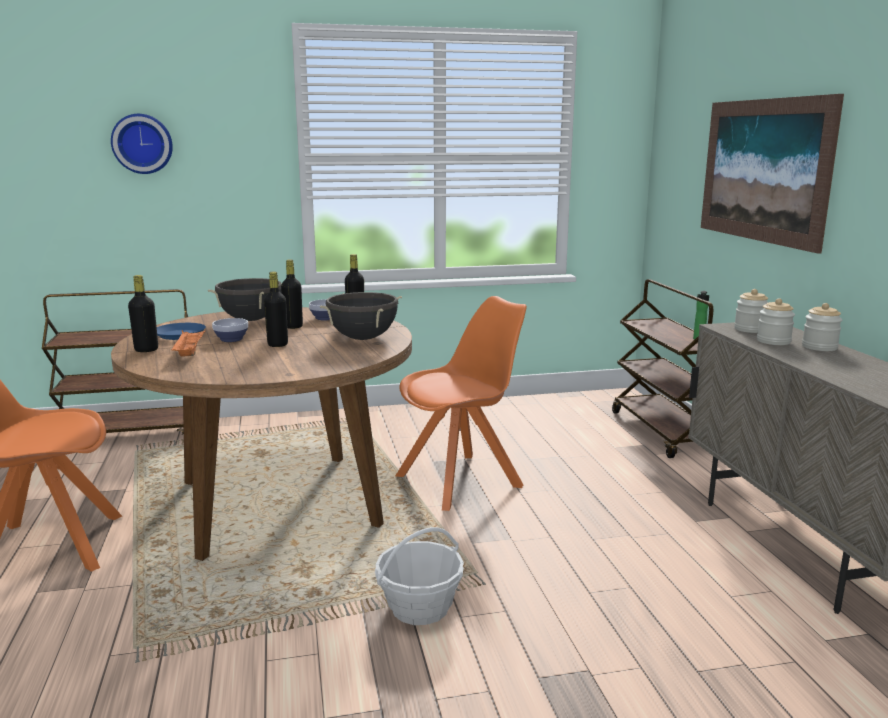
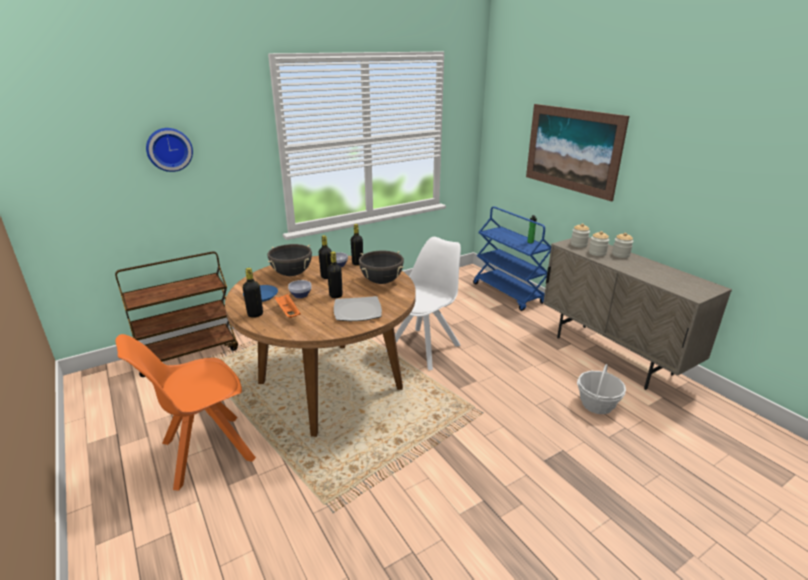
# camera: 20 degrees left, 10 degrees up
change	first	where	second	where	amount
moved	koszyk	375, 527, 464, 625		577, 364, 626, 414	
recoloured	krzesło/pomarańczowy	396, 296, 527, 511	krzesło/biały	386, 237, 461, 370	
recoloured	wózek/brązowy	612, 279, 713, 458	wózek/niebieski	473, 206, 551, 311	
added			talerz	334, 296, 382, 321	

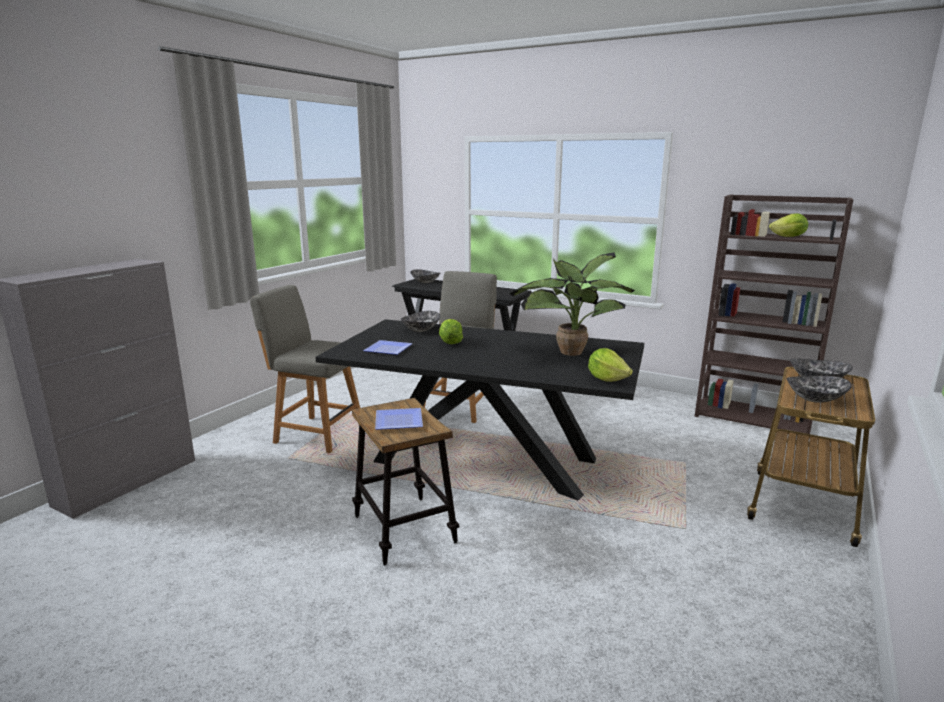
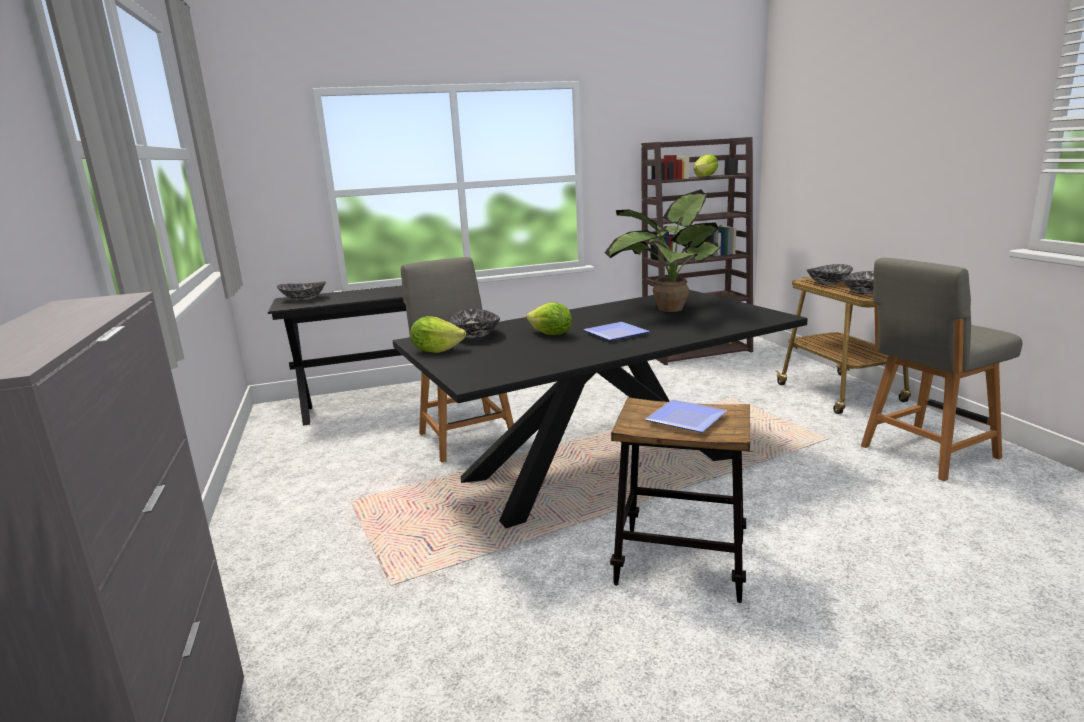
# camera: 45 degrees left, 0 degrees up
change	first	where	second	where	amount
moved	krzesło/szary	250, 285, 360, 453		861, 258, 1023, 481	
moved	talerz	363, 340, 412, 355		583, 322, 650, 340	
moved	sałata	588, 348, 633, 382		410, 316, 466, 353	

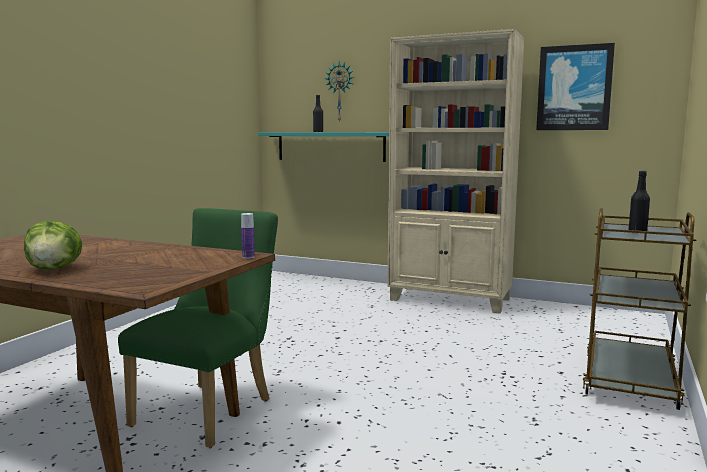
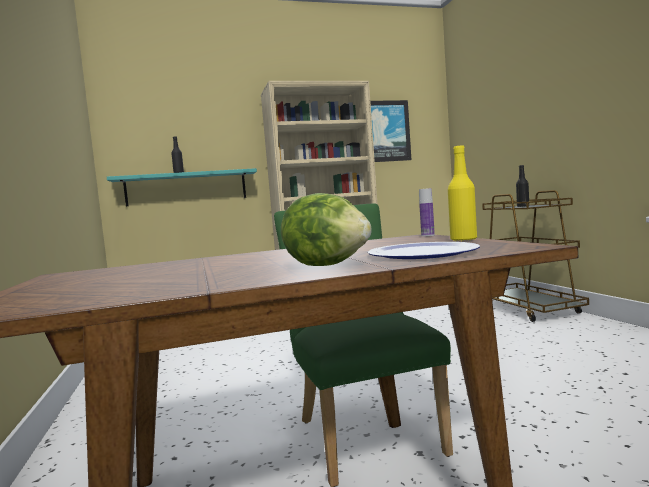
# camera: 40 degrees left, 5 degrees down
change	first	where	second	where	amount
removed	zegar ścienny	325, 61, 355, 122			
added			talerz	368, 242, 480, 259	
added			butelka/żółty	448, 145, 477, 241	

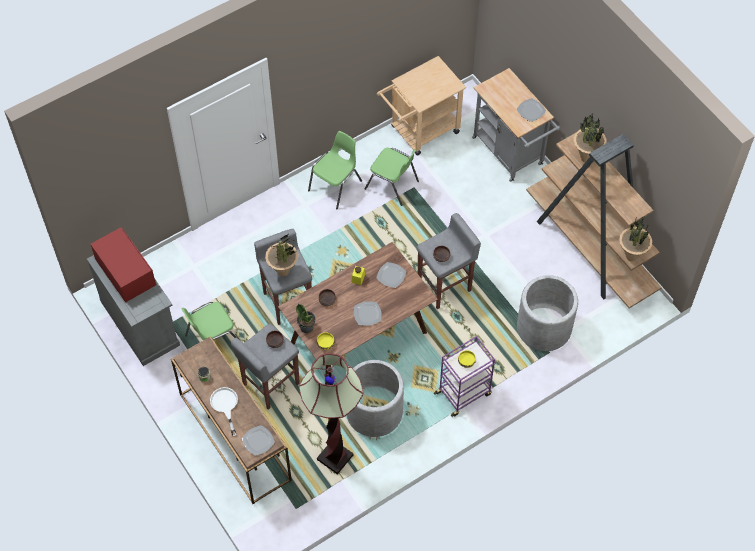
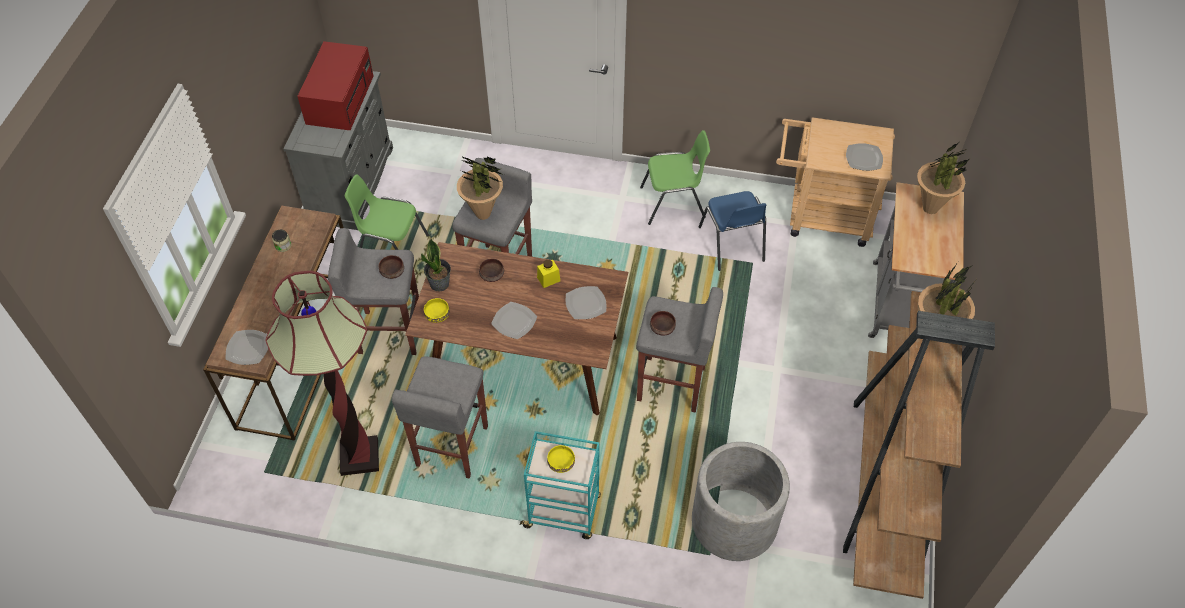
# camera: 45 degrees right, 5 degrees down
change	first	where	second	where	amount
removed	patelnia/biały	210, 387, 238, 436			
replaced	donica/szary	346, 360, 404, 437	stołek/szary	392, 356, 488, 478	
recoloured	krzesło/zielony	365, 148, 419, 206	krzesło/niebieski	699, 191, 767, 271	
recoloured	wózek/fioletowy	434, 336, 495, 417	wózek/turkusowy	520, 431, 601, 539	
moved	talerz	517, 98, 546, 122		846, 143, 883, 171	
moved	roślina doniczkowa	619, 216, 652, 261		917, 143, 971, 214	

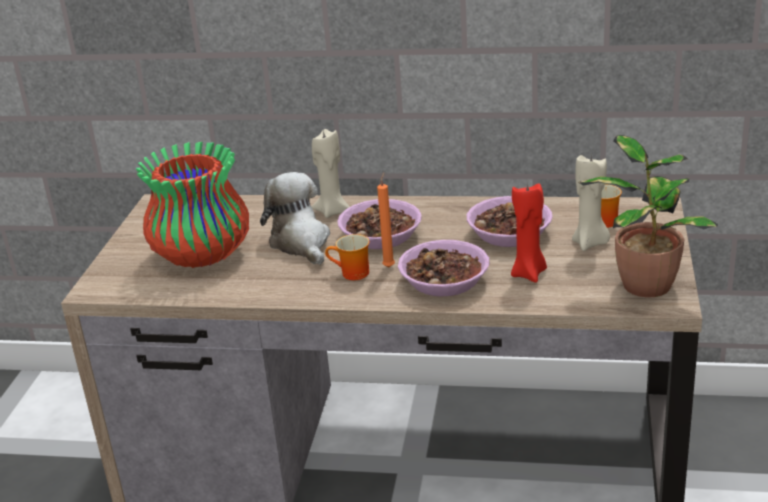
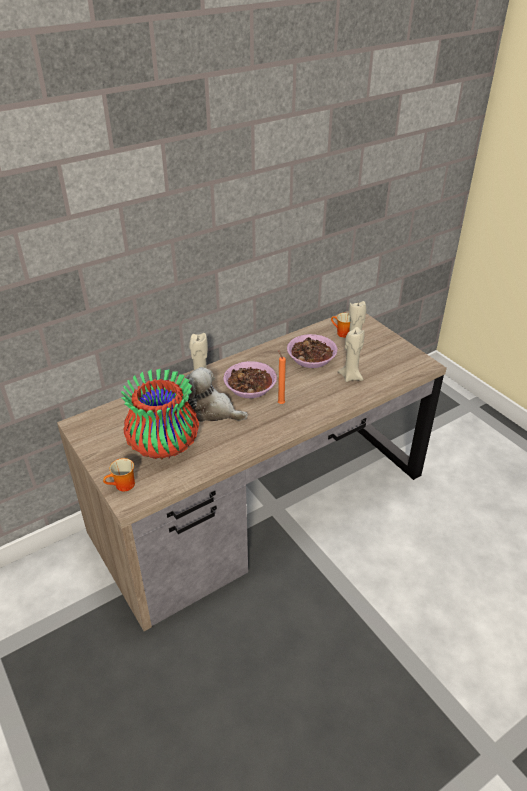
# camera: 45 degrees left, 10 degrees up
change	first	where	second	where	amount
moved	kubek	325, 234, 370, 280		103, 458, 135, 491	
removed	miska	398, 240, 490, 297			
recoloured	świeca/czerwony	511, 181, 547, 283	świeca/beżowy	338, 327, 365, 382	
removed	roślina doniczkowa	578, 135, 718, 298			

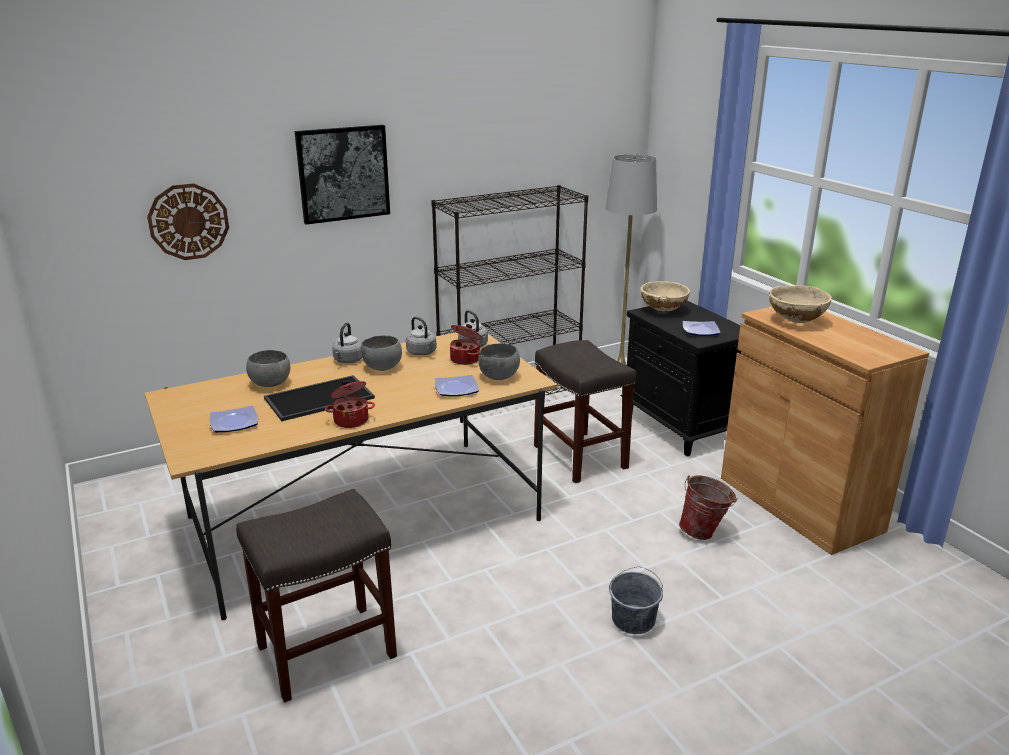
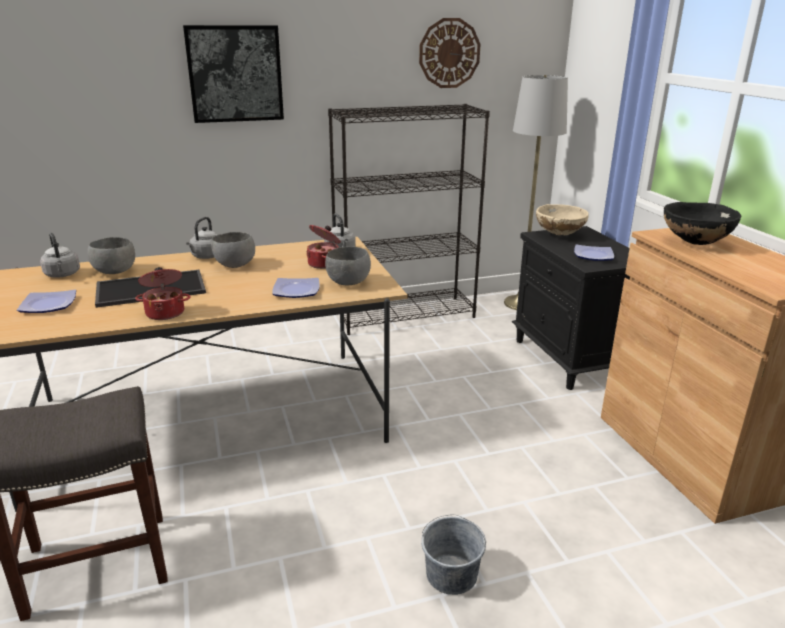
# camera: 10 degrees right, 0 degrees up
change	first	where	second	where	amount
moved	zegar ścienny	147, 183, 229, 260		419, 18, 481, 88	
moved	czajnik/szary	406, 317, 437, 356		40, 233, 80, 278	
removed	stołek/szary	534, 340, 636, 483			
removed	wiadro	679, 475, 737, 540			
recoloured	miska/beżowy	769, 286, 832, 323	miska/czarny	664, 202, 742, 245	

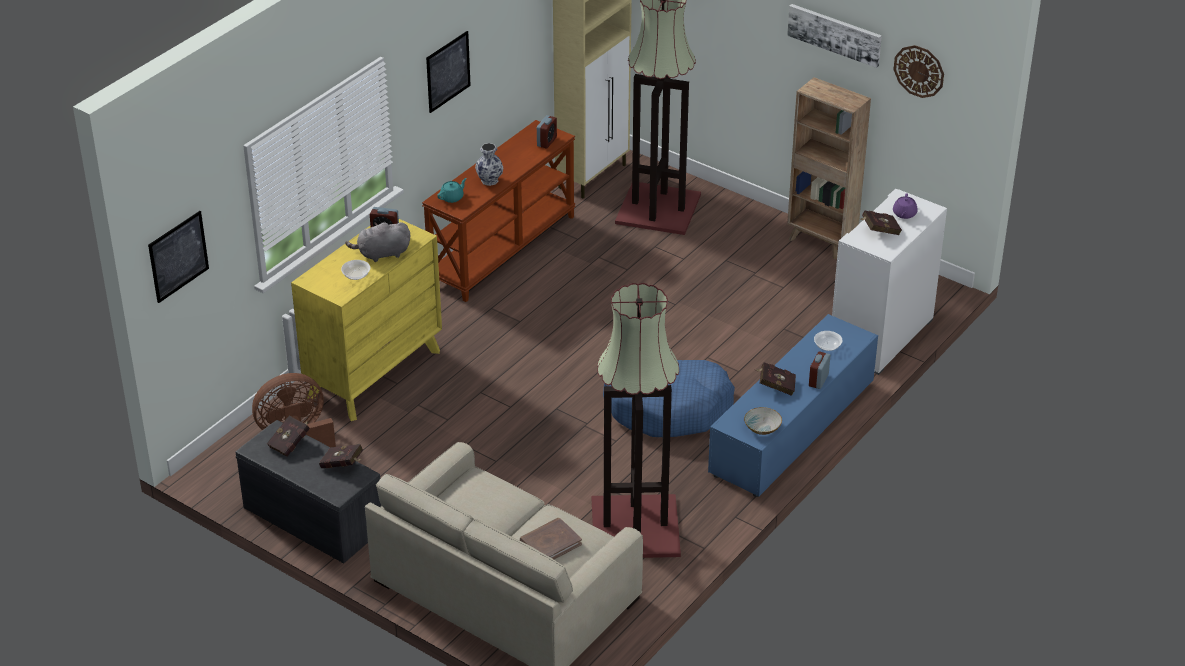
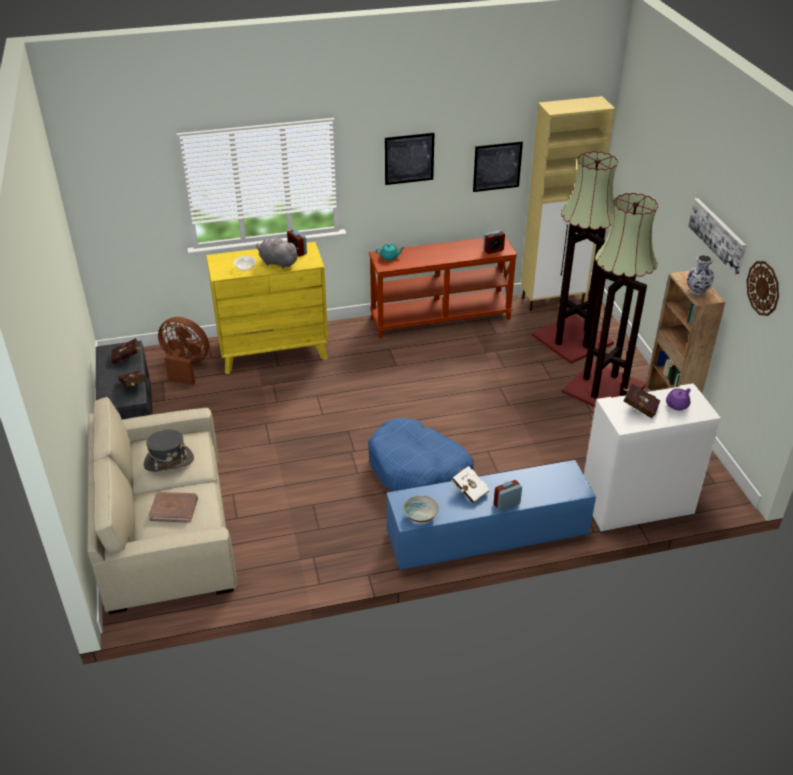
# camera: 40 degrees right, 0 degrees up
change	first	where	second	where	amount
moved	obraz	148, 211, 209, 303		473, 141, 523, 192	
moved	wazon	475, 143, 503, 186		687, 255, 713, 296	
moved	lampa stojąca	592, 283, 681, 558		562, 193, 658, 407	
recoloured	książka/czerwony	755, 362, 796, 396	książka/biały	452, 466, 490, 504	
removed	miska	814, 331, 843, 351			
added			kapelusz/szary	144, 430, 194, 472	

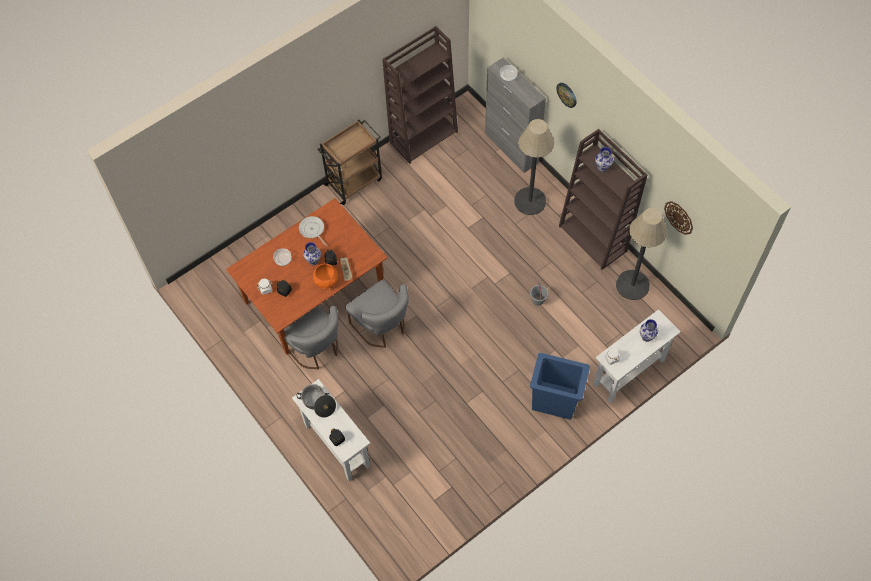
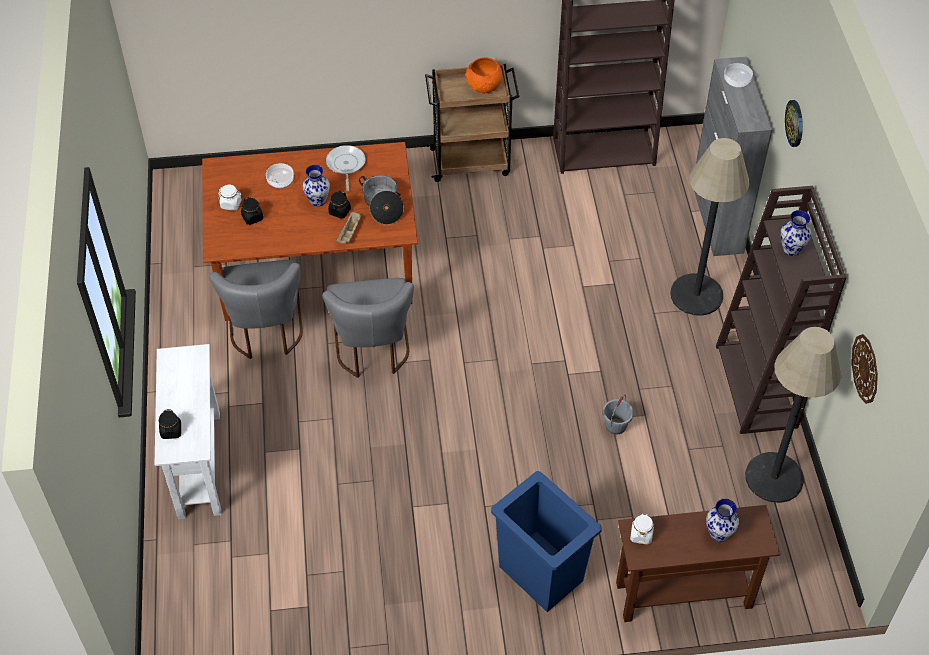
# camera: 30 degrees right, 10 degrees down
change	first	where	second	where	amount
moved	garnek	296, 384, 336, 418		359, 175, 404, 225	
moved	miska/pomarańczowy	313, 263, 338, 289		465, 57, 502, 93	
recoloured	stolik konsolowy/biały	593, 309, 681, 403	stolik konsolowy/brązowy	616, 505, 780, 622	

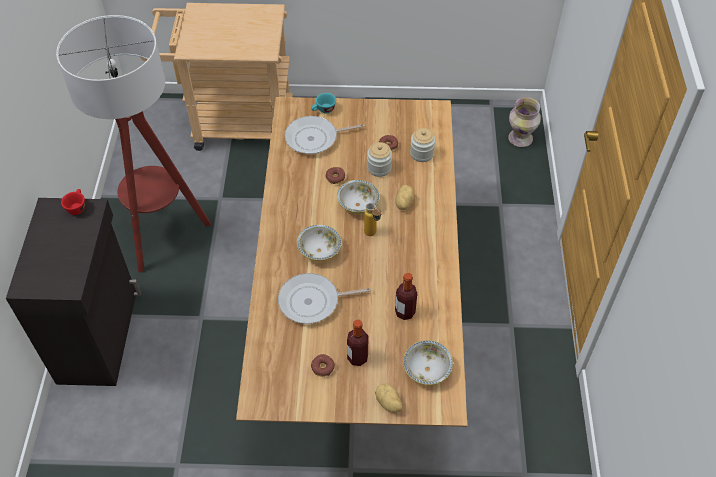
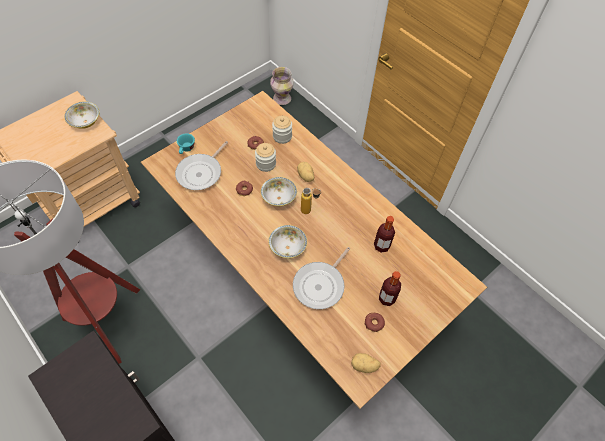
# camera: 45 degrees left, 5 degrees up
change	first	where	second	where	amount
removed	filiżanka/czerwony	61, 189, 85, 215			
moved	ziemniak	375, 384, 402, 413		351, 353, 380, 373	
moved	miska	403, 340, 453, 385		64, 101, 99, 129	

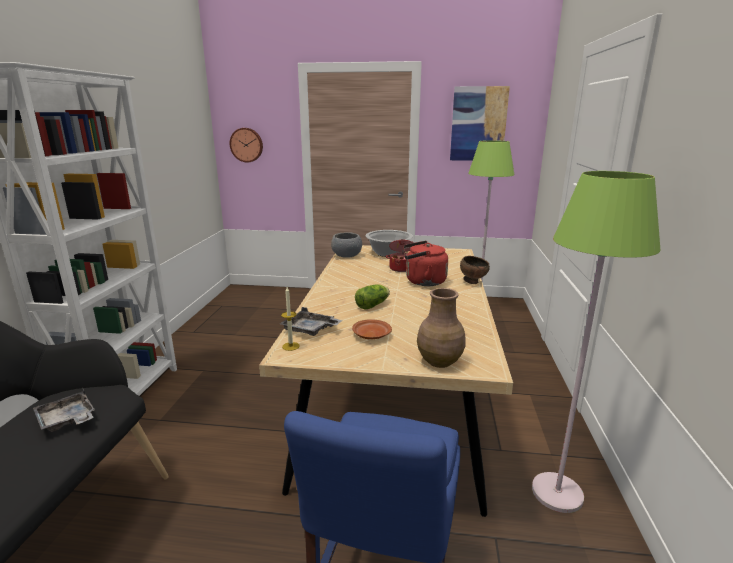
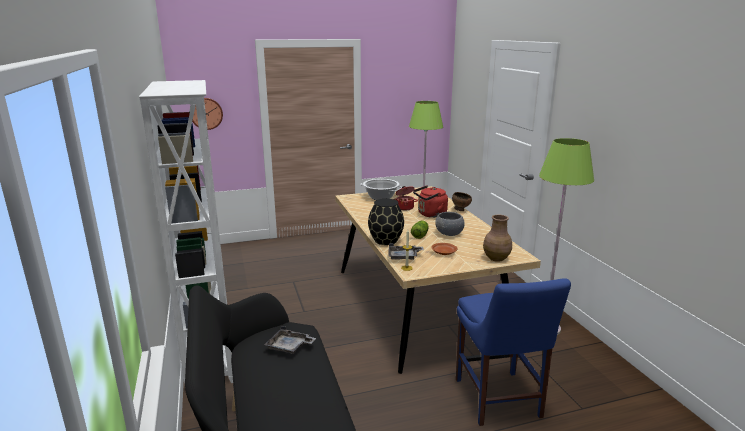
# camera: 25 degrees left, 0 degrees up
change	first	where	second	where	amount
moved	miska/szary	331, 233, 362, 258		435, 212, 465, 236	
removed	obraz	450, 86, 510, 161			
added			wazon/czarny	368, 199, 404, 245	

